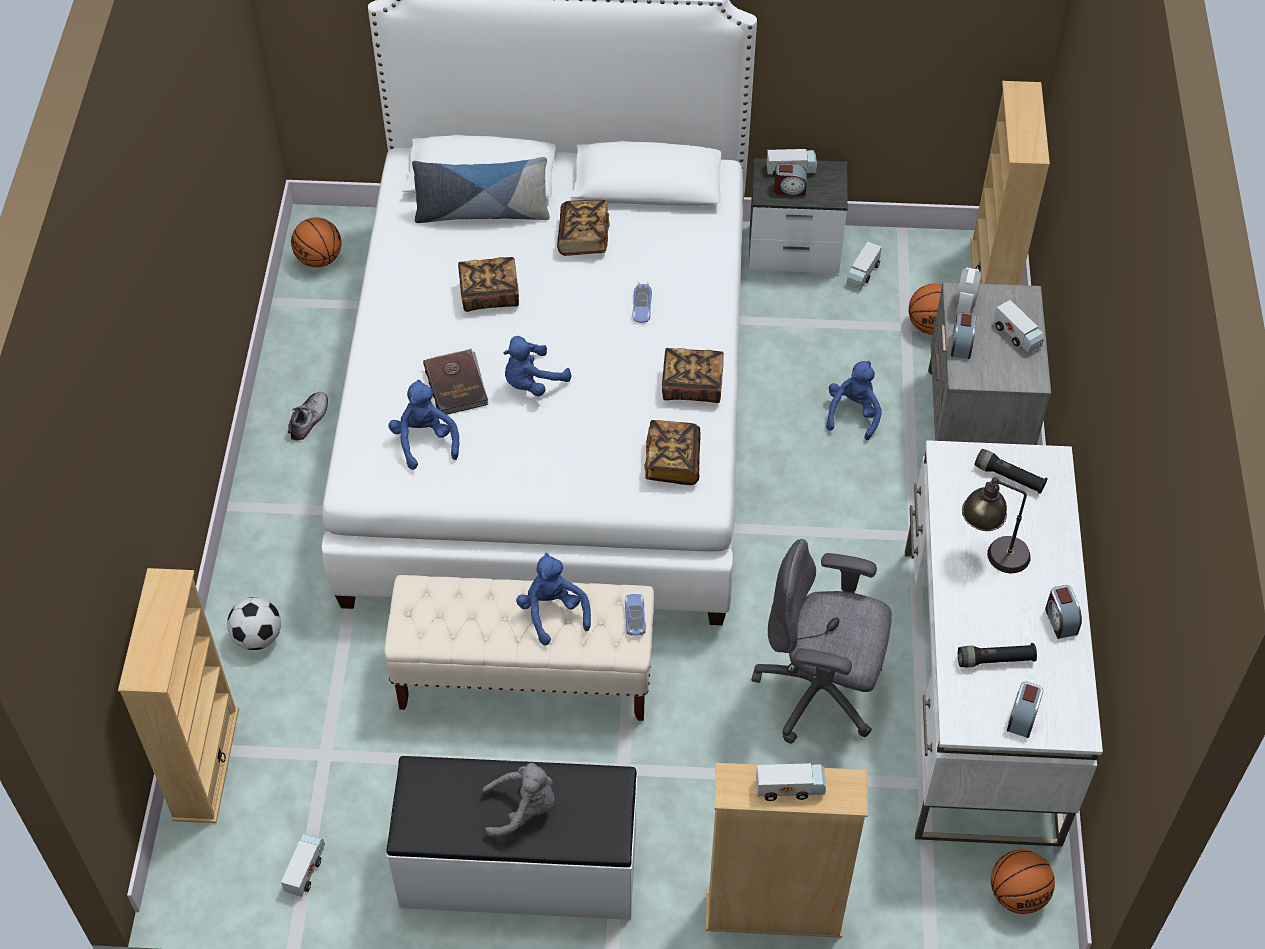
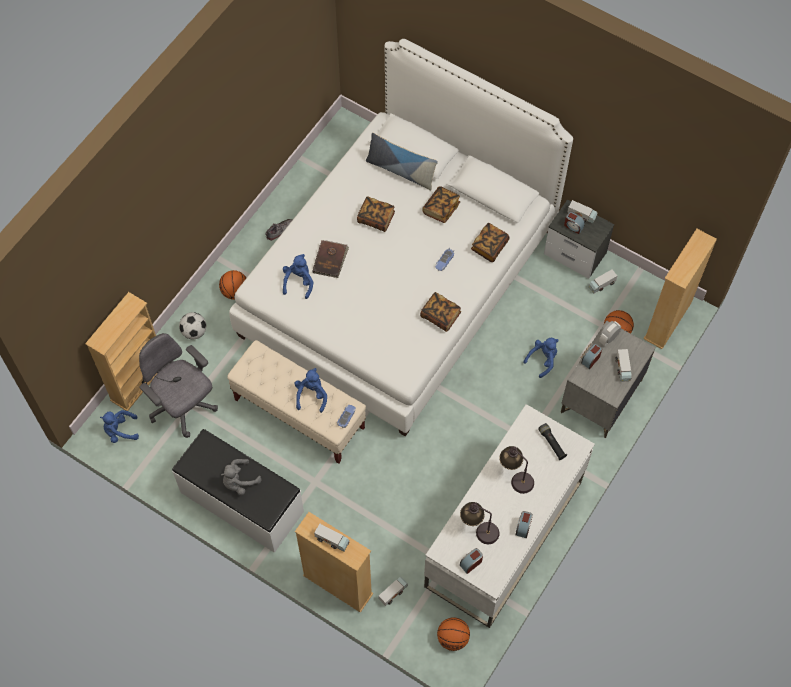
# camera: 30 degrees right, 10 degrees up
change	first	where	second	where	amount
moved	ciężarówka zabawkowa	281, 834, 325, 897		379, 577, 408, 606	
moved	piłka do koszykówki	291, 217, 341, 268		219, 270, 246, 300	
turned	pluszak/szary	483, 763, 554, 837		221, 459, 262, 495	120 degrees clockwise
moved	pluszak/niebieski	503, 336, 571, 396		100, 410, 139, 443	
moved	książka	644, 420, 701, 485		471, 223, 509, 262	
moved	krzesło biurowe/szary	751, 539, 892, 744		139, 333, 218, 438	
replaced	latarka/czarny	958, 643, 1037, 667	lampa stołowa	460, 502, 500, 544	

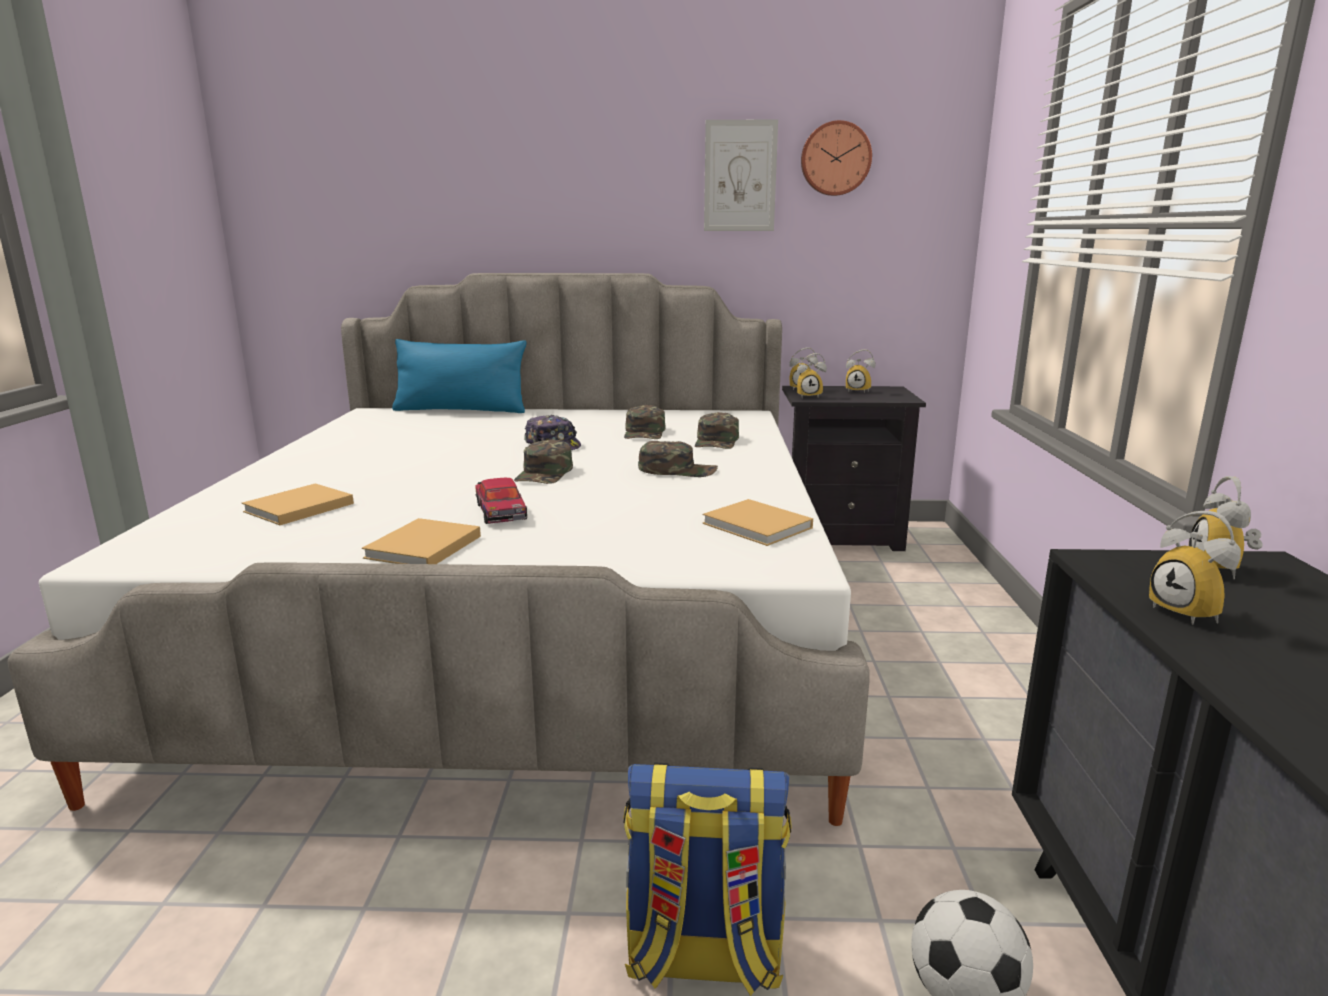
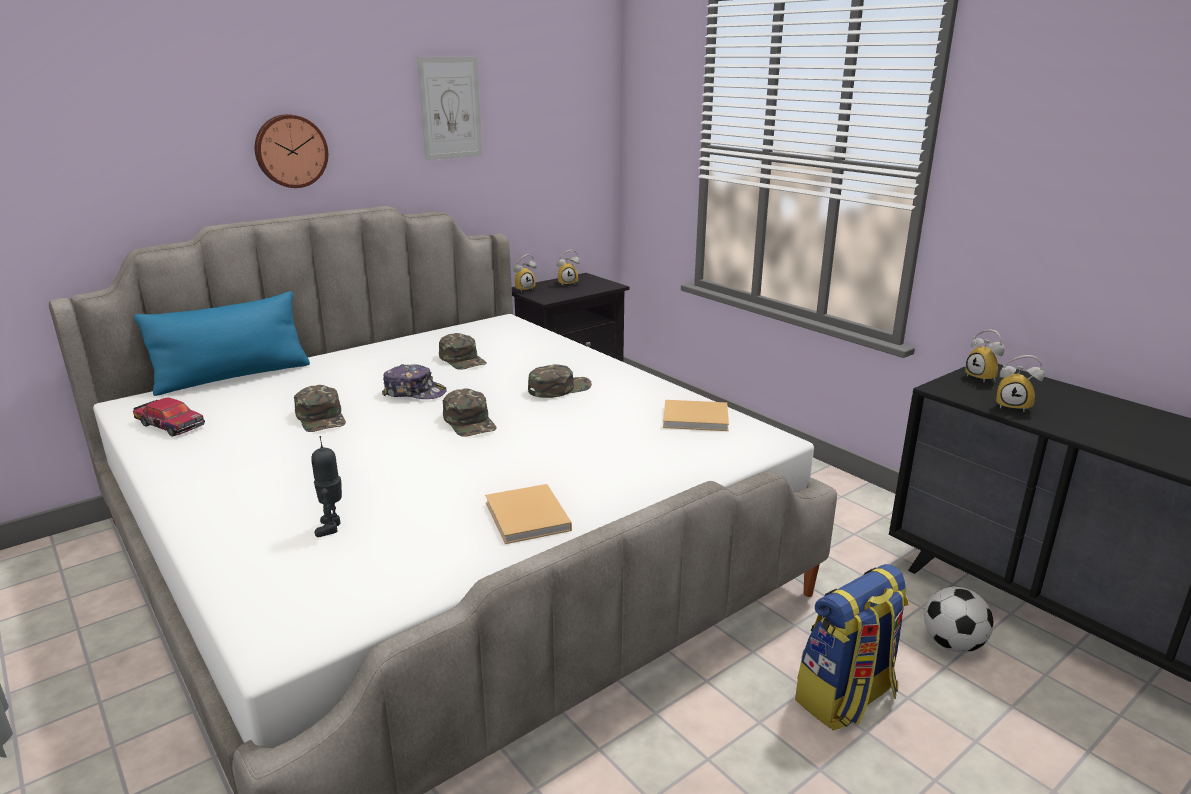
# camera: 40 degrees left, 5 degrees up
change	first	where	second	where	amount
replaced	książka/beżowy	242, 483, 354, 525	robot zabawkowy	311, 436, 342, 537	
moved	samochodzik	475, 478, 527, 524		133, 397, 205, 437	
moved	czapka z daszkiem/zielony	695, 412, 739, 449		294, 385, 346, 432	
removed	budzik	797, 353, 827, 398			
moved	zegar ścienny	801, 120, 872, 196		255, 114, 328, 188	

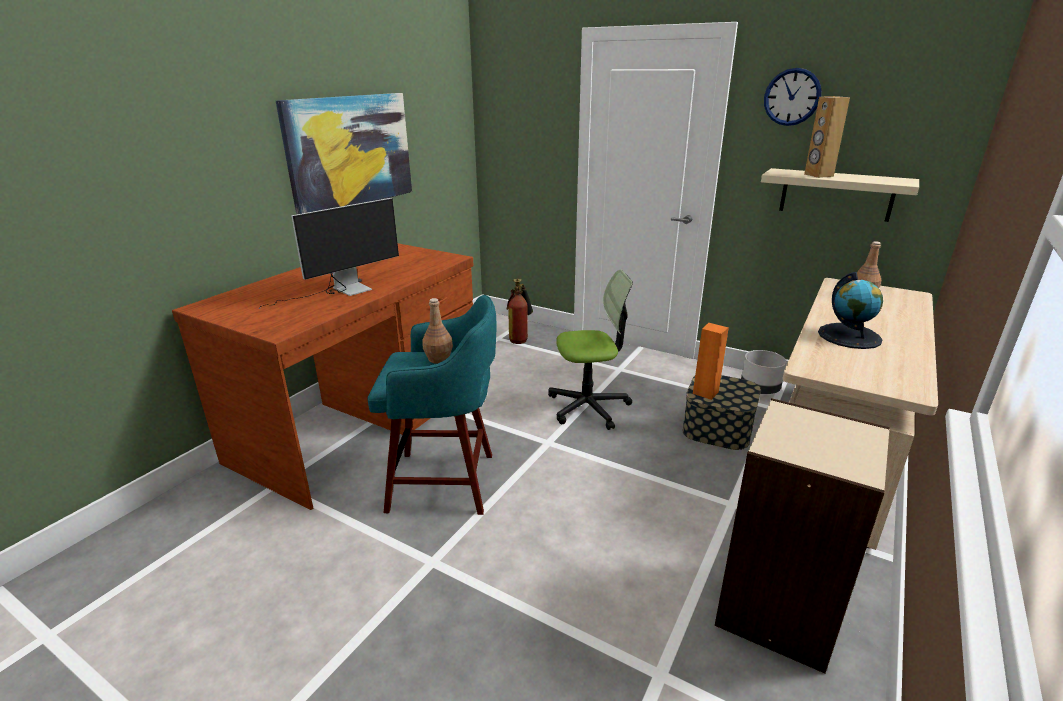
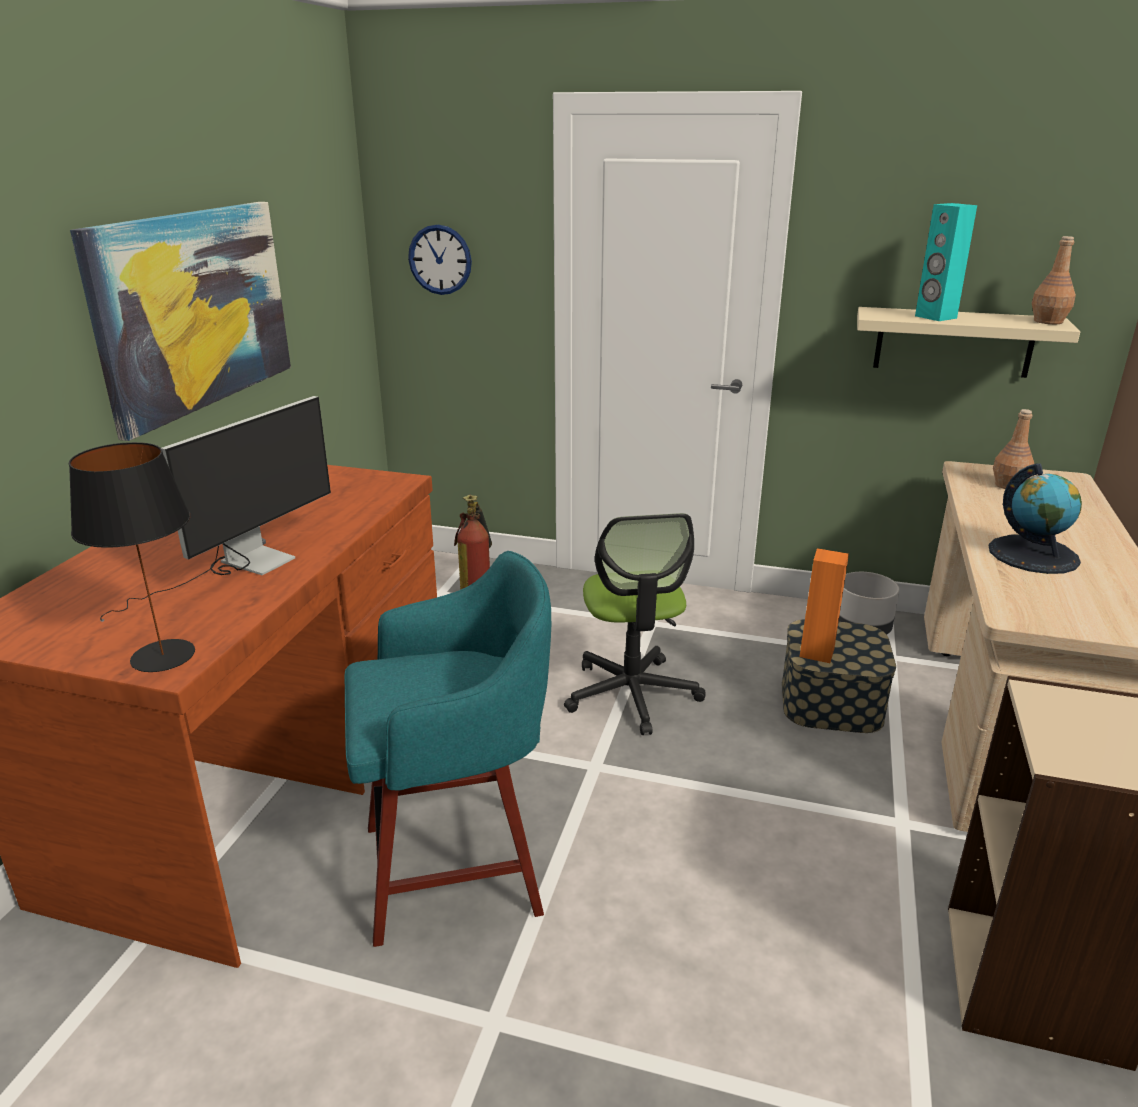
# camera: 15 degrees left, 0 degrees up
change	first	where	second	where	amount
moved	butelka/brązowy	422, 298, 453, 364		1032, 236, 1076, 324	
turned	krzesło biurowe	548, 269, 633, 430		564, 513, 706, 735	105 degrees clockwise
moved	zegar ścienny	764, 68, 821, 126		408, 225, 472, 295	
recoloured	głośnik/brązowy	804, 96, 850, 178	głośnik/turkusowy	915, 203, 977, 321	
added			lampa stołowa/czarny	69, 442, 195, 672	

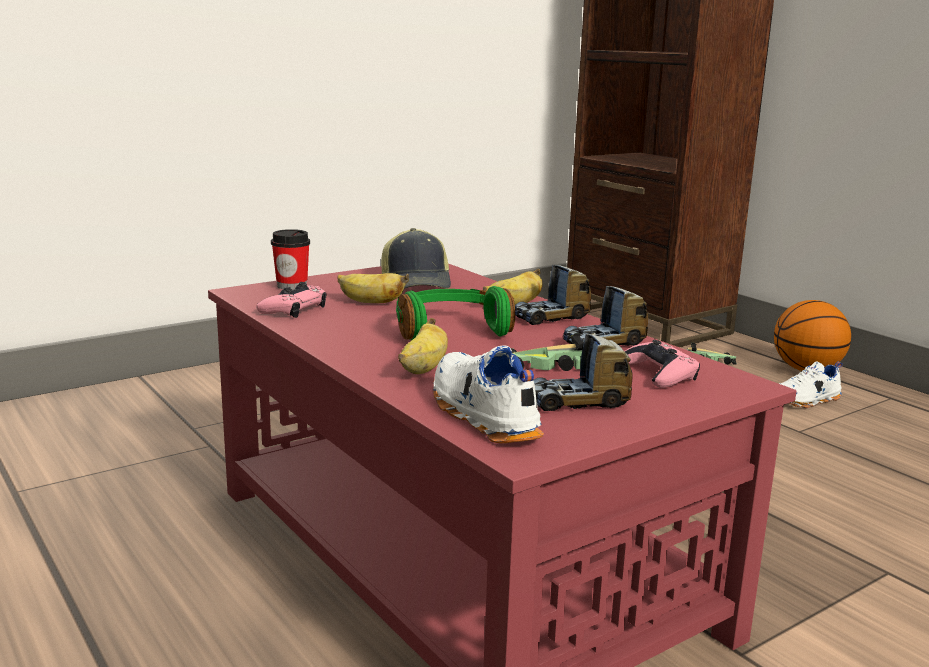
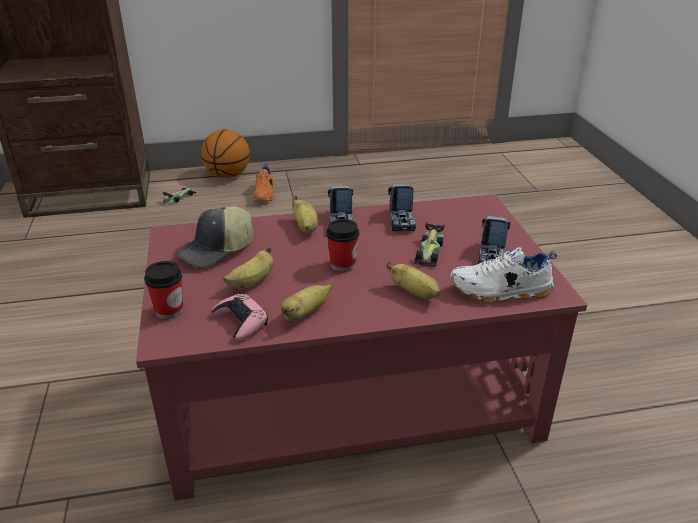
# camera: 65 degrees left, 15 degrees up
change	first	where	second	where	amount
turned	czapka z daszkiem	381, 228, 451, 289		175, 206, 253, 268	120 degrees clockwise
replaced	słuchawki/zielony	396, 286, 515, 341	filiżanka	326, 219, 359, 272	
removed	pad do gier/różowy	625, 340, 700, 388			
recoloured	but/biały	779, 361, 842, 408	but/pomarańczowy	253, 163, 275, 202	
added			banan	281, 284, 332, 321	

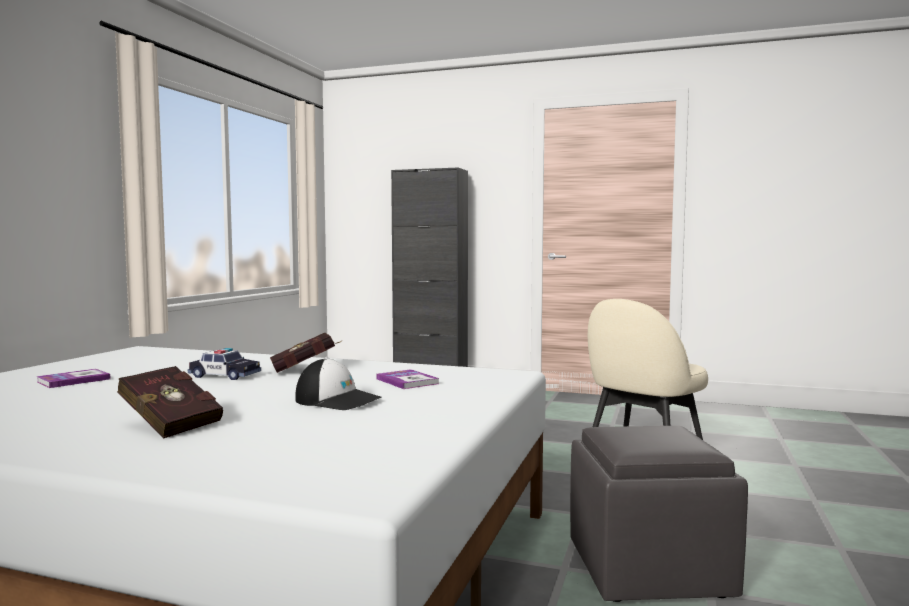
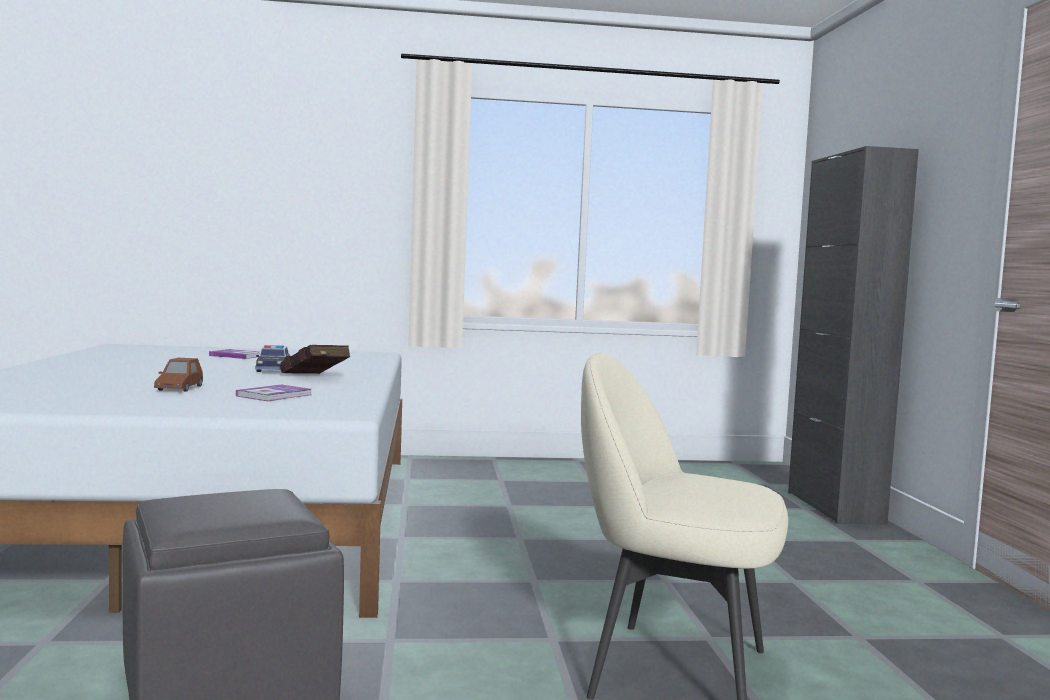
# camera: 65 degrees right, 0 degrees up
change	first	where	second	where	amount
removed	książka/czerwony	117, 366, 223, 438			
replaced	czapka z daszkiem	295, 358, 382, 410	samochodzik/brązowy	154, 358, 203, 392	

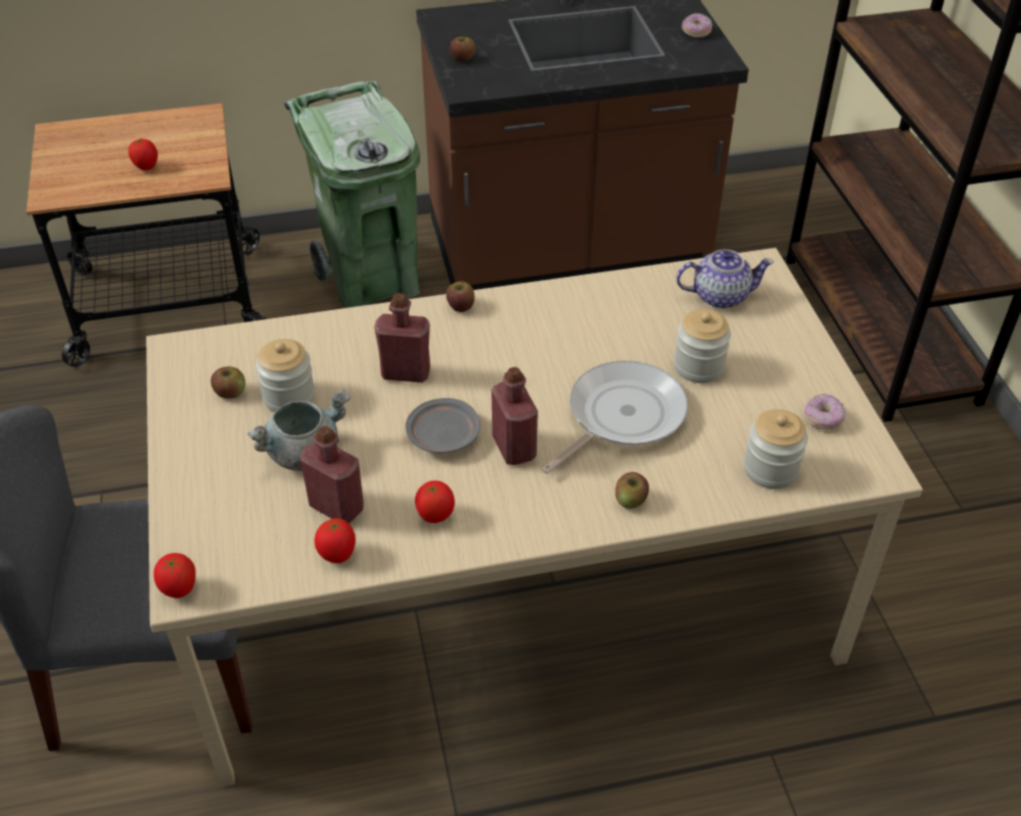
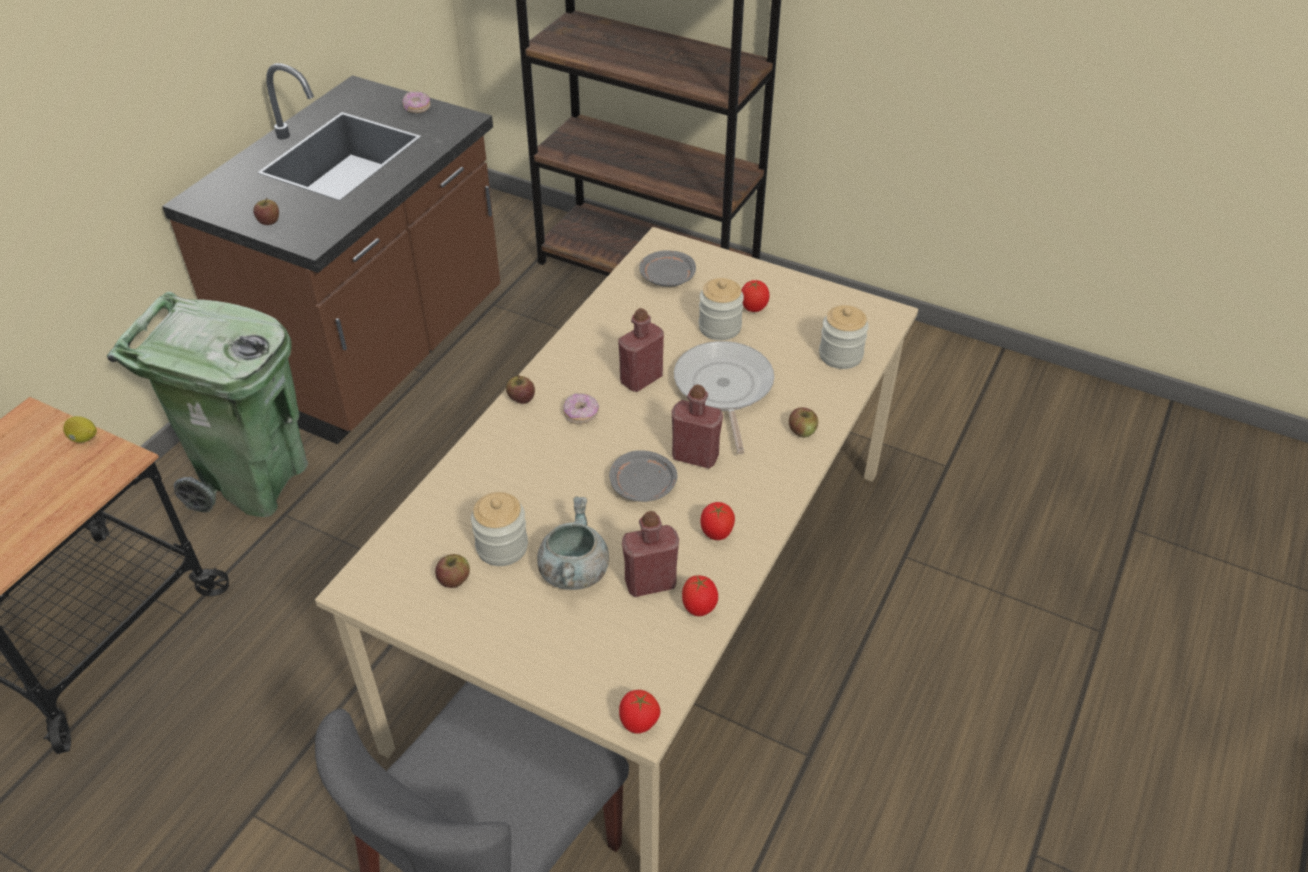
# camera: 50 degrees left, 0 degrees up
change	first	where	second	where	amount
moved	pomidor	128, 139, 158, 170		741, 280, 769, 312	
moved	butelka/czerwony	374, 293, 430, 383		618, 308, 664, 392	
replaced	imbryk	676, 249, 774, 309	talerz/szary	639, 250, 696, 287	
moved	donut	804, 393, 846, 430		563, 393, 599, 424	
added			cytryna	63, 416, 97, 443	

